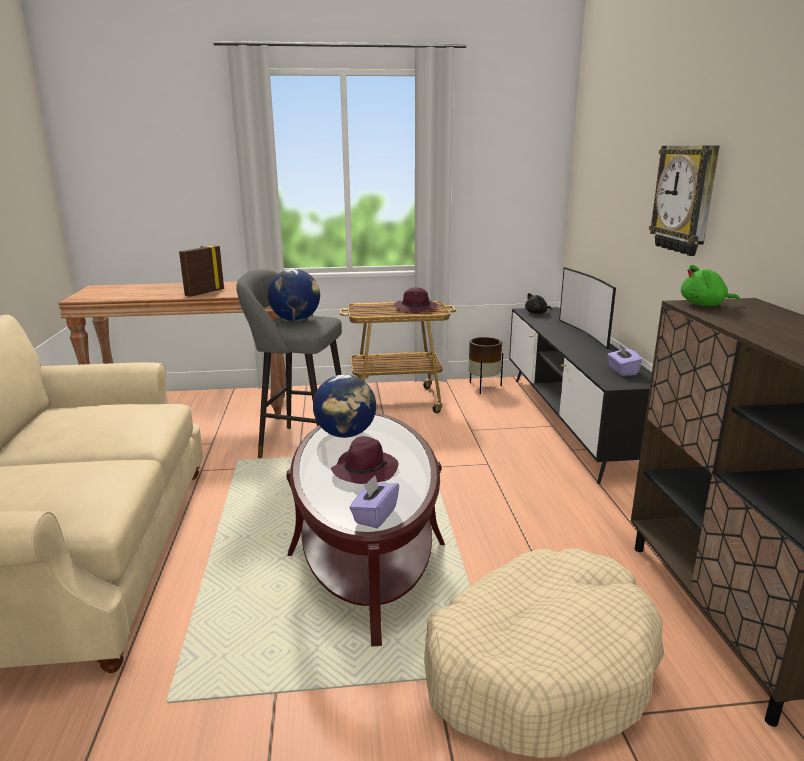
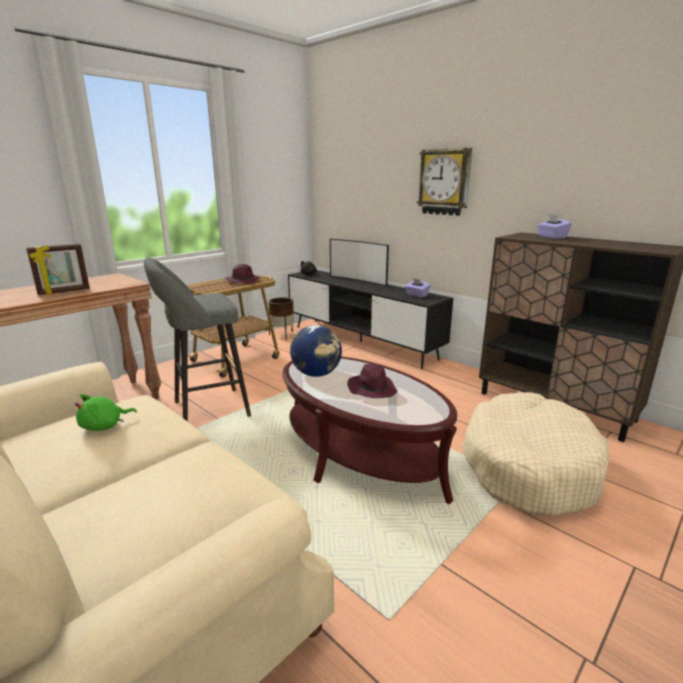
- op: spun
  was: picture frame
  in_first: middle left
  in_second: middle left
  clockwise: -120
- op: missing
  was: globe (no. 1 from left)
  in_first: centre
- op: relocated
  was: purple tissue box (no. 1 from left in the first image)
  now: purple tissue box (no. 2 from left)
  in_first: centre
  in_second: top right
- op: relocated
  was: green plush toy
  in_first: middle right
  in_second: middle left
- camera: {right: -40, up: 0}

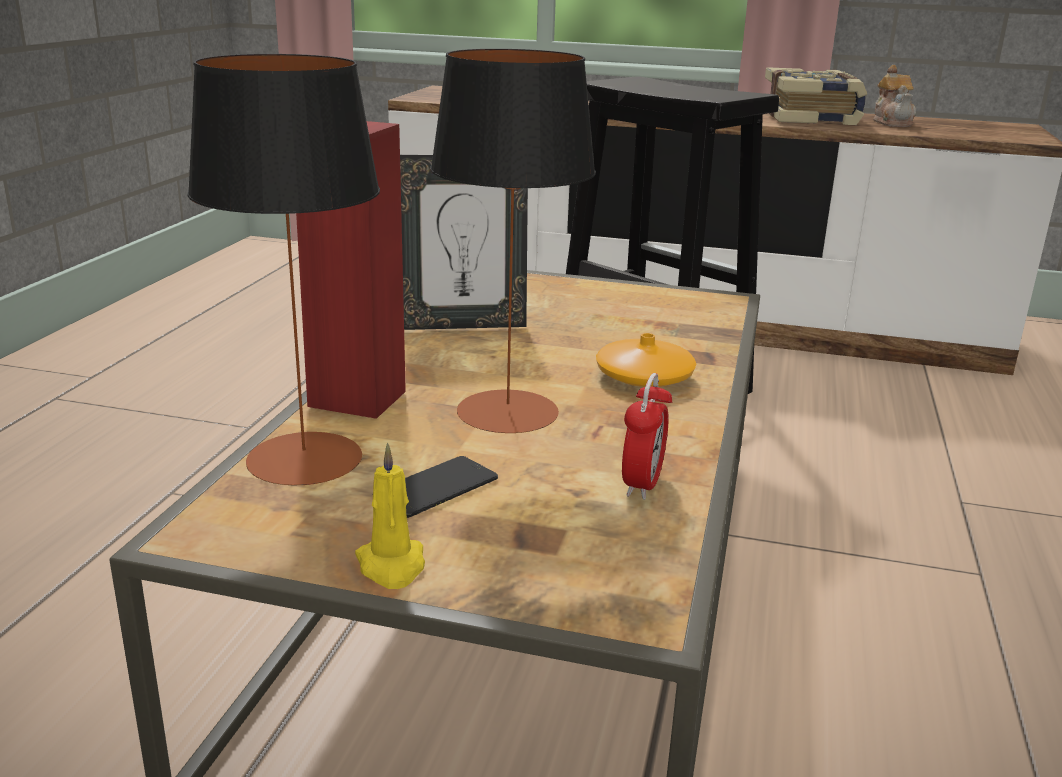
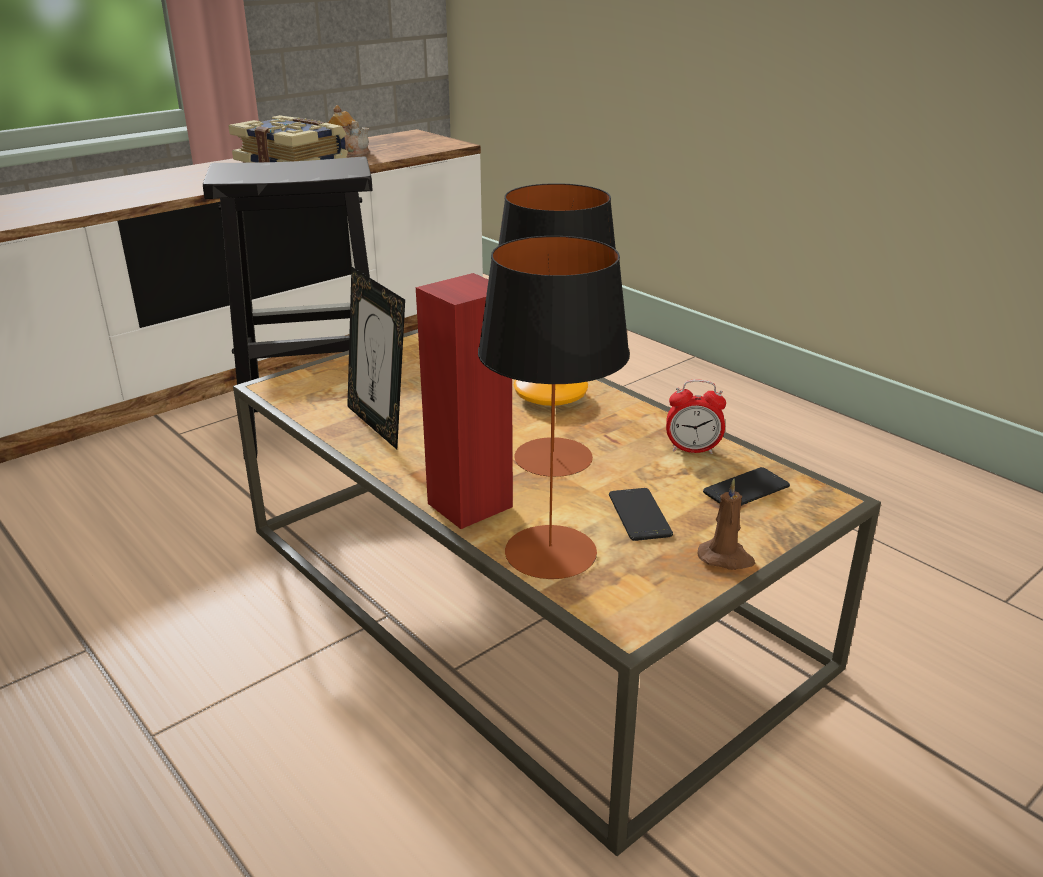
- op: colour
  was: yellow candle
  now: brown candle
  in_first: centre
  in_second: middle right
- op: spun
  was: picture frame
  in_first: top centre
  in_second: centre
  clockwise: 120
- op: spun
  was: alarm clock
  in_first: centre
  in_second: middle right
  clockwise: 135
- op: appeared
  now: phone (no. 2 from left)
  in_second: middle right
- camera: {right: -55, up: 5}

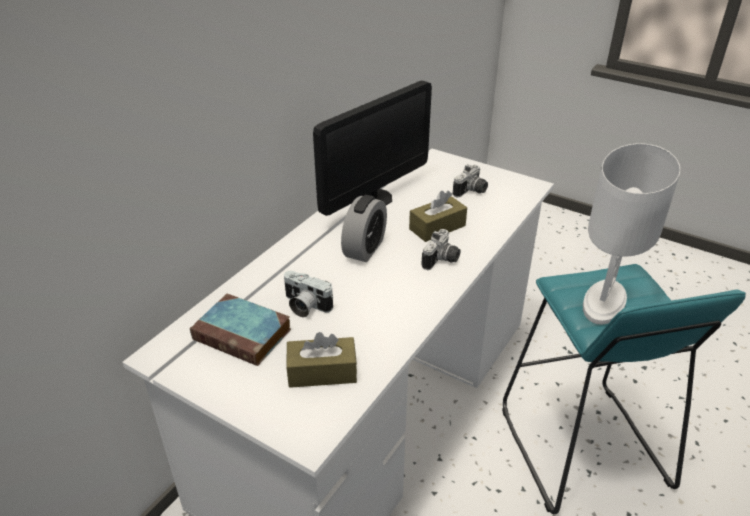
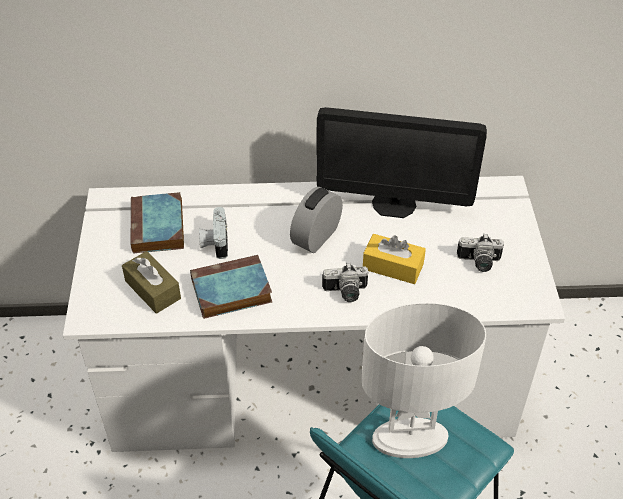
- op: spun
  was: alarm clock
  in_first: centre
  in_second: centre
  clockwise: 135
- op: colour
  was: brown tissue box (no. 2 from left)
  now: yellow tissue box
  in_first: centre
  in_second: centre
- op: appeared
  now: book (no. 2 from left)
  in_second: centre
- camera: {right: 55, up: 10}

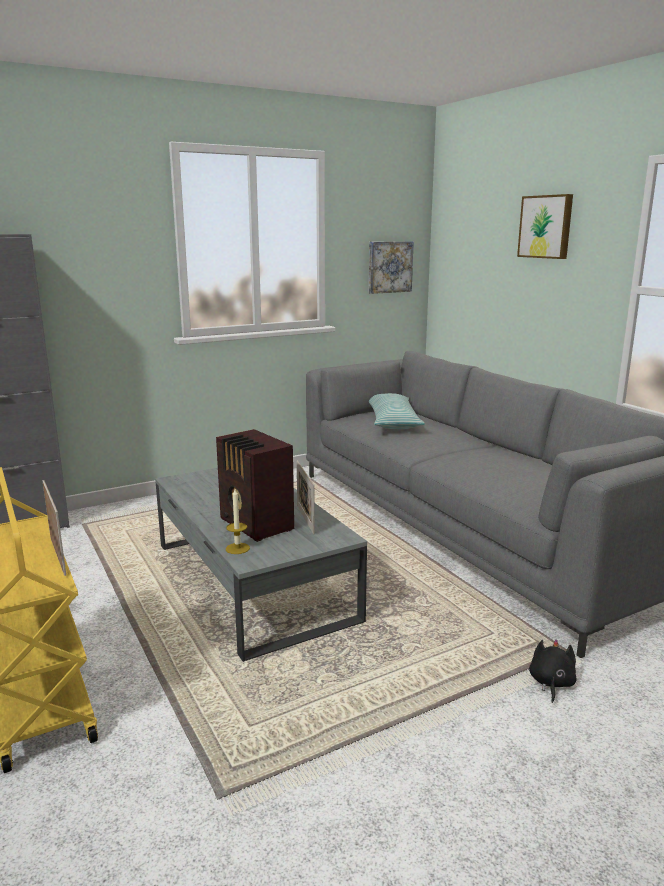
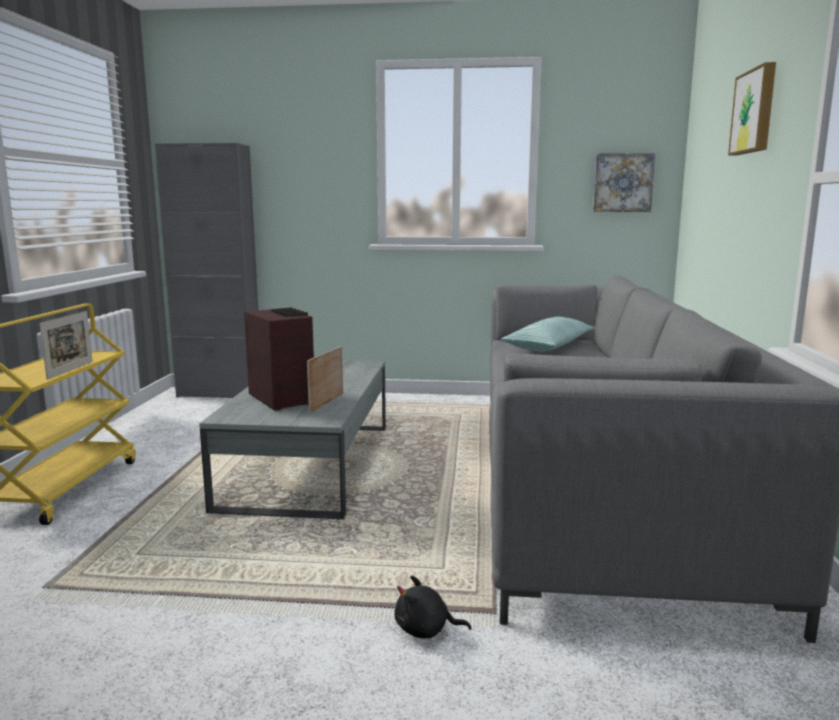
- op: spun
  was: radio
  in_first: centre
  in_second: middle left
  clockwise: 150
- op: missing
  was: candle
  in_first: centre
- op: spun
  was: black plush toy
  in_first: bottom right
  in_second: bottom centre
  clockwise: -135
- camera: {right: 35, up: -5}

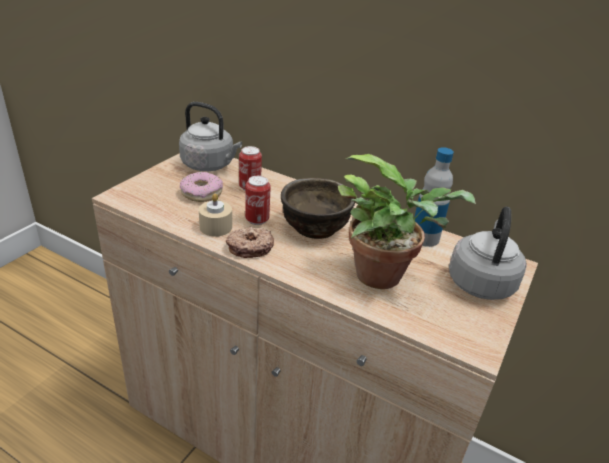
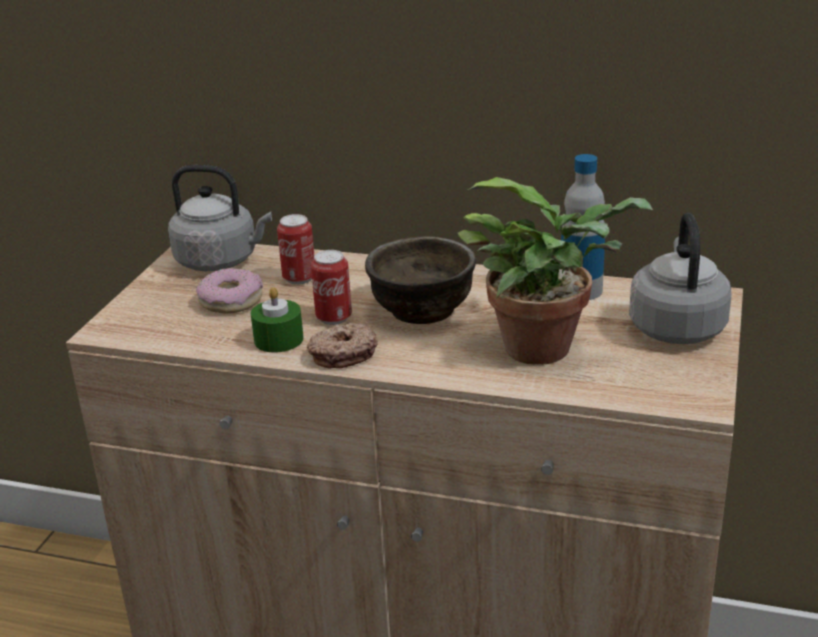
- op: colour
  was: beige candle
  now: green candle
  in_first: centre
  in_second: centre
- camera: {right: -10, up: -5}

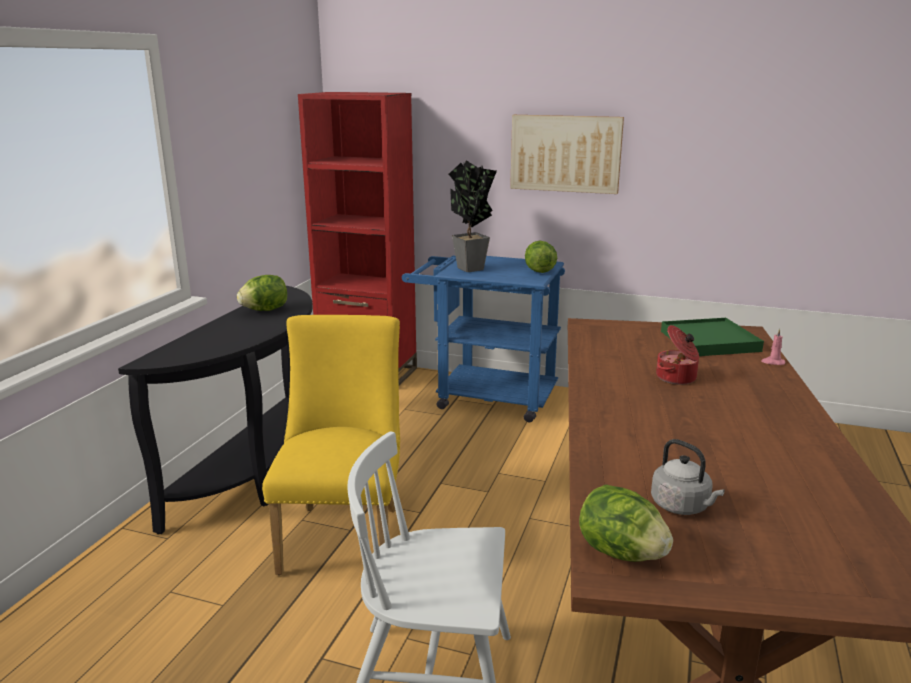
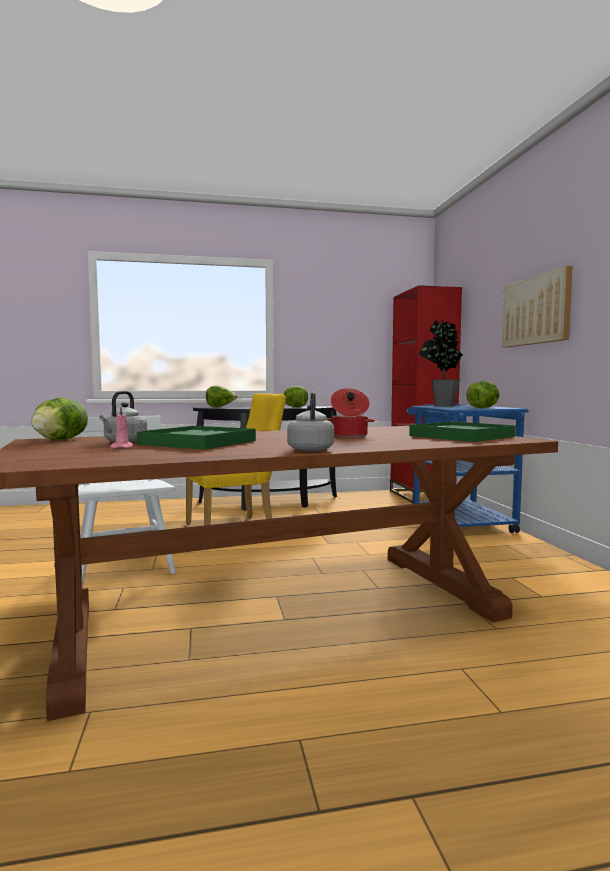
- op: relocated
  was: pink candle
  in_first: middle right
  in_second: middle left
- op: appeared
  now: green tray (no. 1 from left)
  in_second: middle left
- op: appeared
  now: lettuce (no. 2 from left)
  in_second: centre
- op: appeared
  now: grey kettle (no. 2 from left)
  in_second: centre
- camera: {right: 60, up: -15}

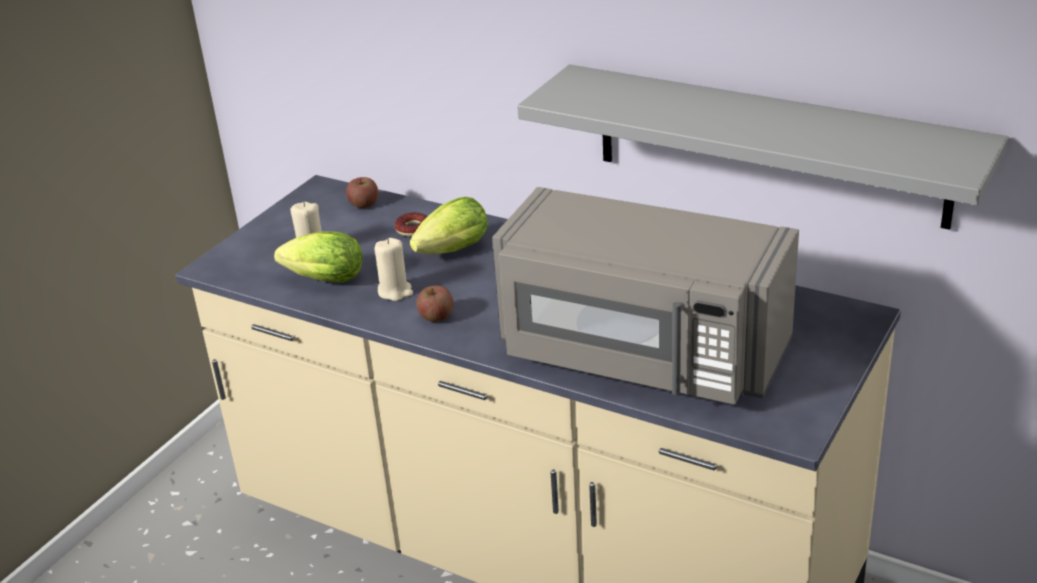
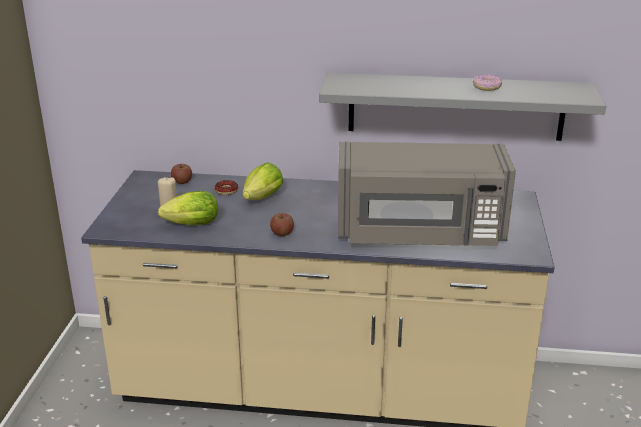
- op: missing
  was: beige candle (no. 2 from left)
  in_first: centre
- op: appeared
  now: donut (no. 2 from left)
  in_second: top right
- camera: {right: -25, up: -5}

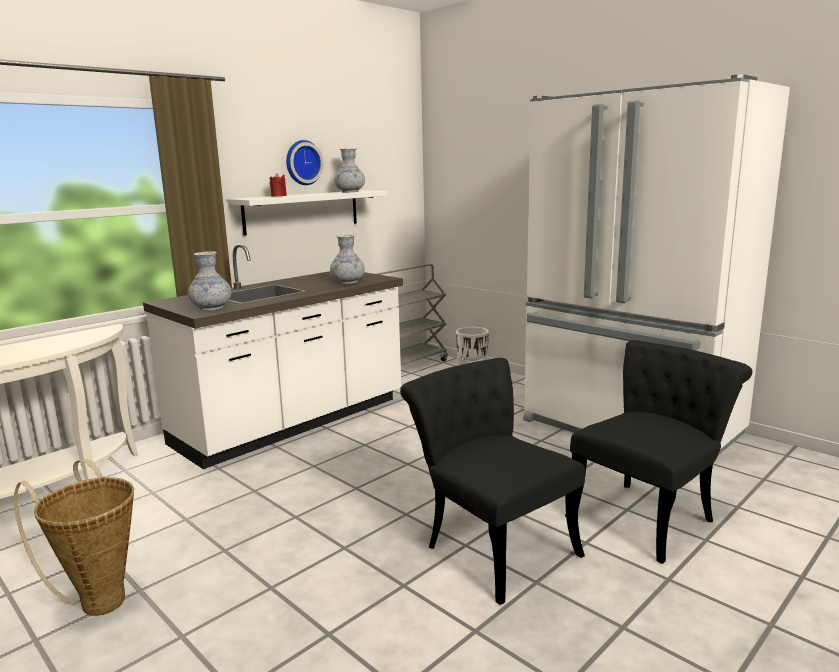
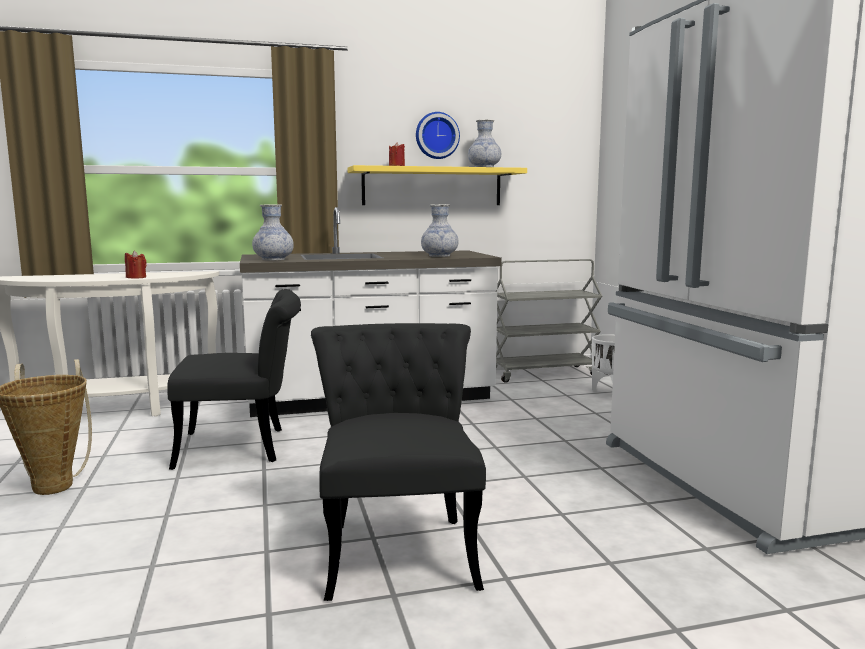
- op: colour
  was: white shelf
  now: yellow shelf
  in_first: top centre
  in_second: top centre
- op: relocated
  was: black chair (no. 2 from left in the first image)
  now: black chair (no. 1 from left)
  in_first: bottom right
  in_second: middle left
- op: appeared
  now: red candle (no. 1 from left)
  in_second: middle left
- camera: {right: 30, up: -5}

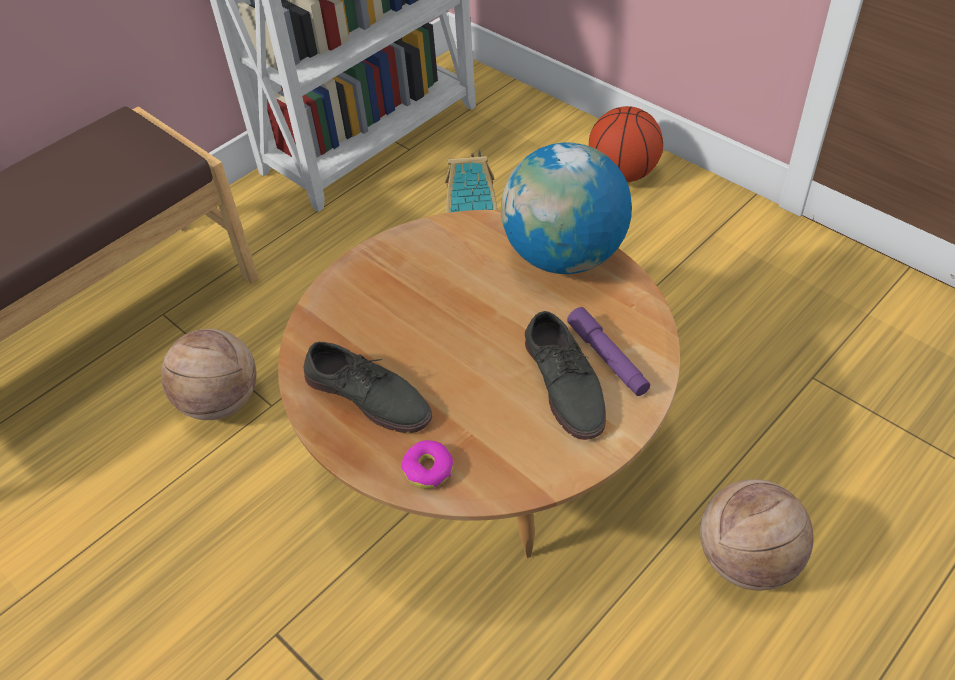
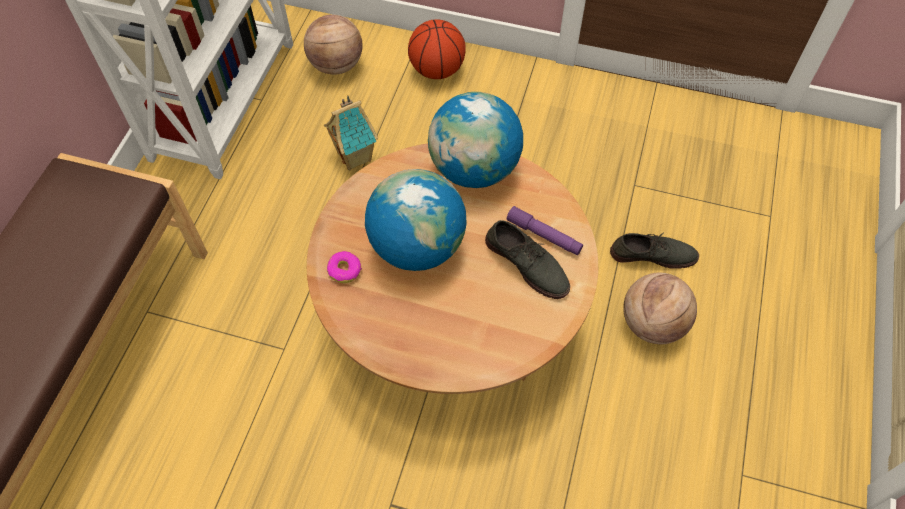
- op: relocated
  was: basketball (no. 1 from left)
  in_first: middle left
  in_second: top centre
- op: relocated
  was: grey shoe (no. 1 from left in the first image)
  now: grey shoe (no. 2 from left)
  in_first: centre
  in_second: middle right
- op: relocated
  was: donut
  in_first: bottom centre
  in_second: centre
- op: appeared
  now: globe (no. 1 from left)
  in_second: centre
- camera: {right: -30, up: 10}

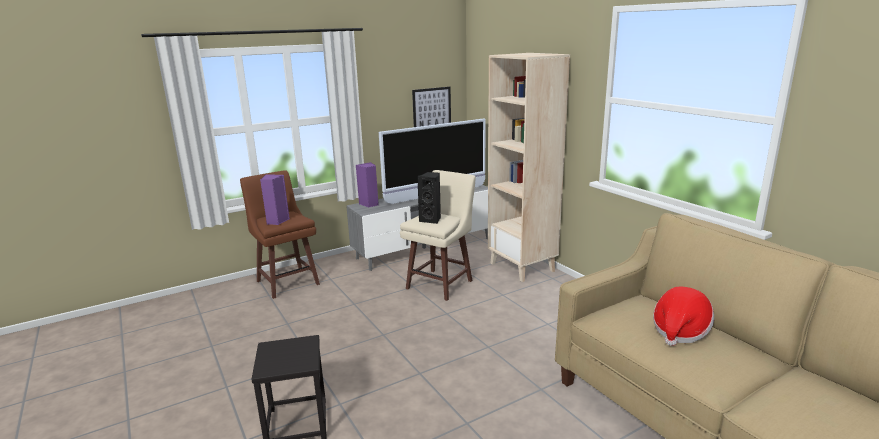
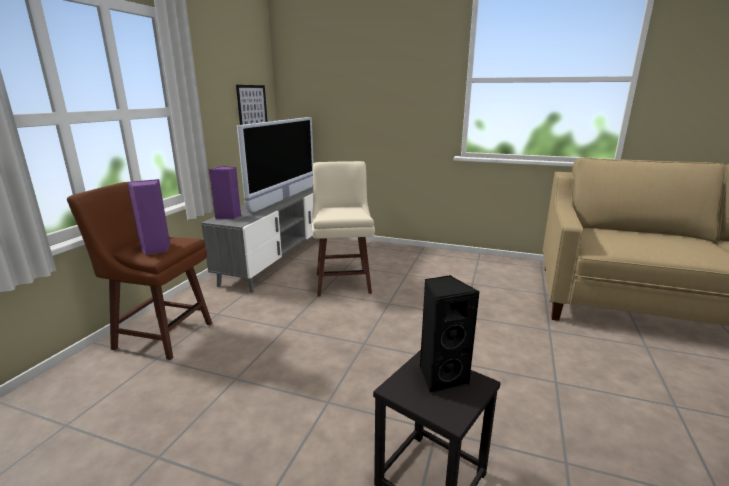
- op: relocated
  was: black speaker
  in_first: centre
  in_second: bottom centre
- op: missing
  was: beige bookcase
  in_first: centre
- op: missing
  was: hat
  in_first: bottom right
- camera: {right: -40, up: 0}

